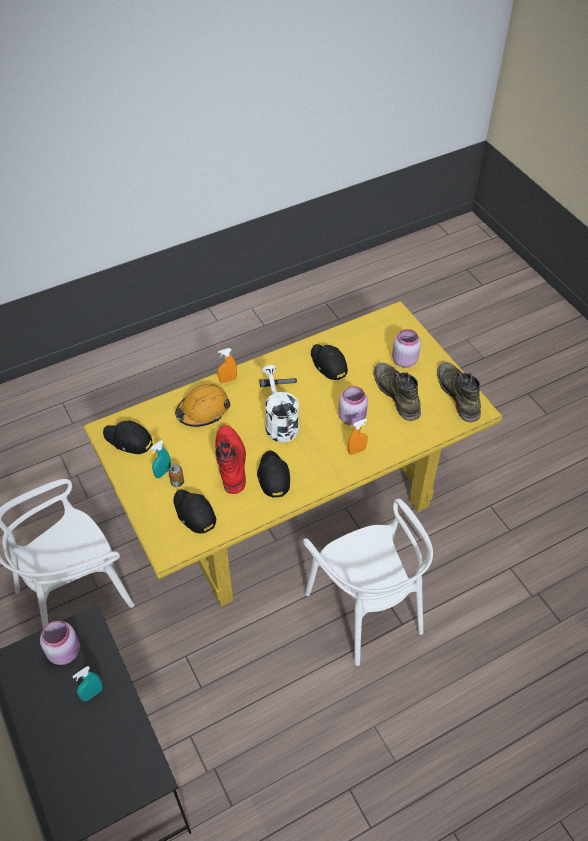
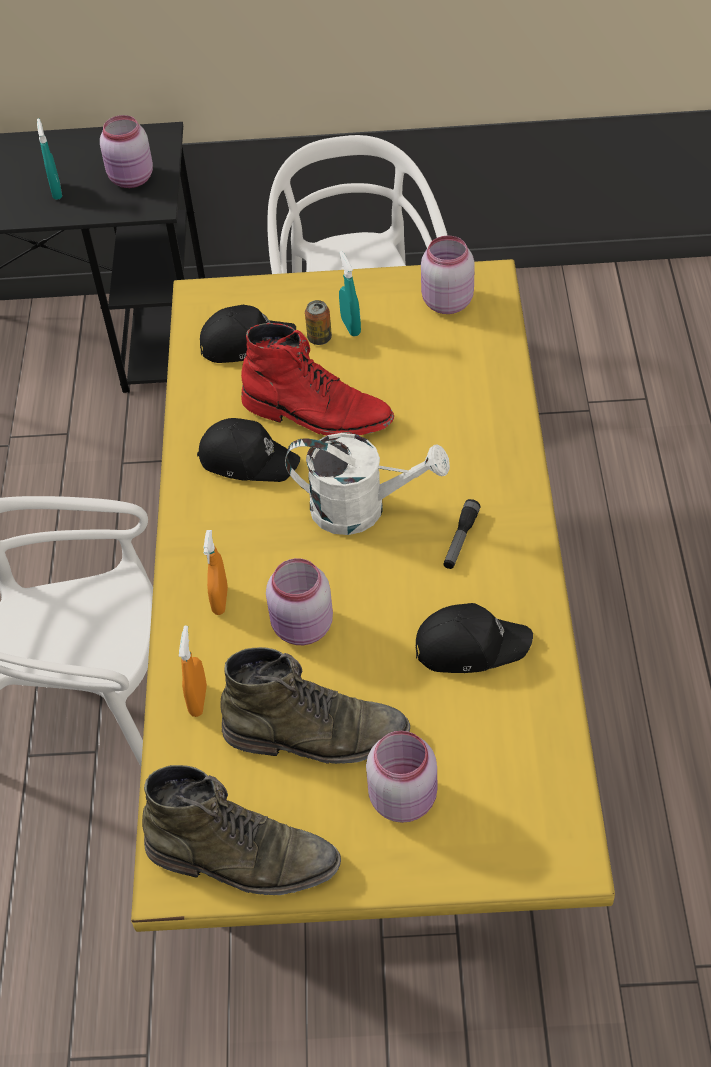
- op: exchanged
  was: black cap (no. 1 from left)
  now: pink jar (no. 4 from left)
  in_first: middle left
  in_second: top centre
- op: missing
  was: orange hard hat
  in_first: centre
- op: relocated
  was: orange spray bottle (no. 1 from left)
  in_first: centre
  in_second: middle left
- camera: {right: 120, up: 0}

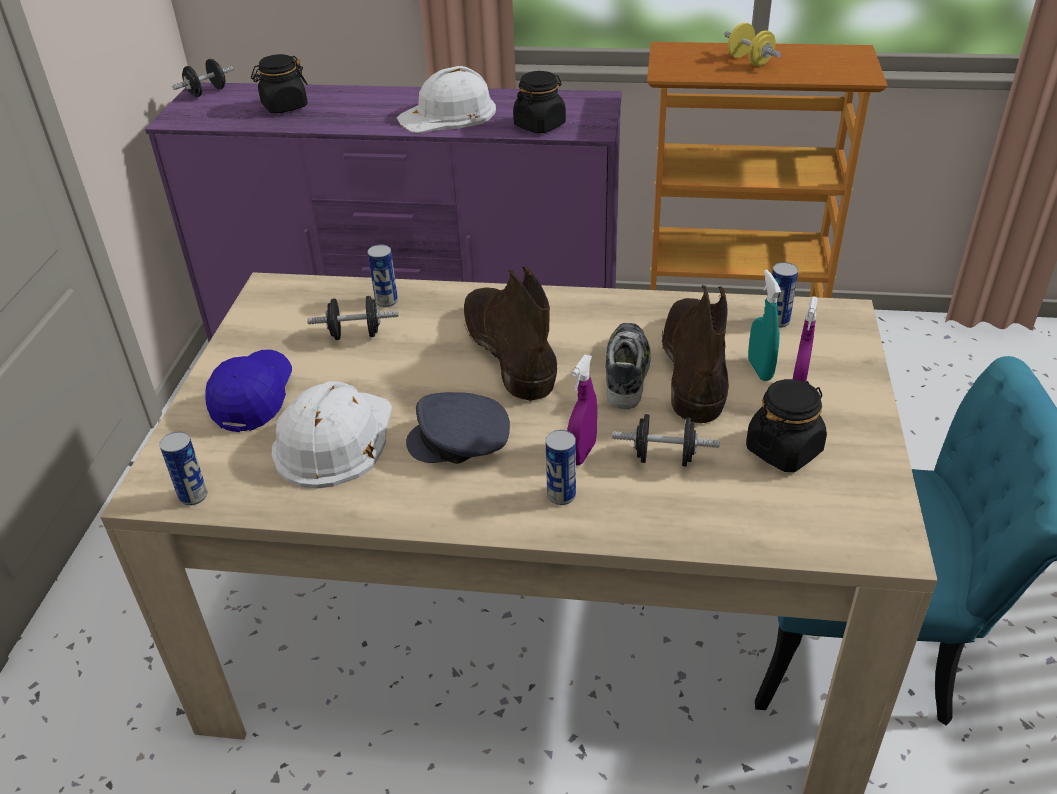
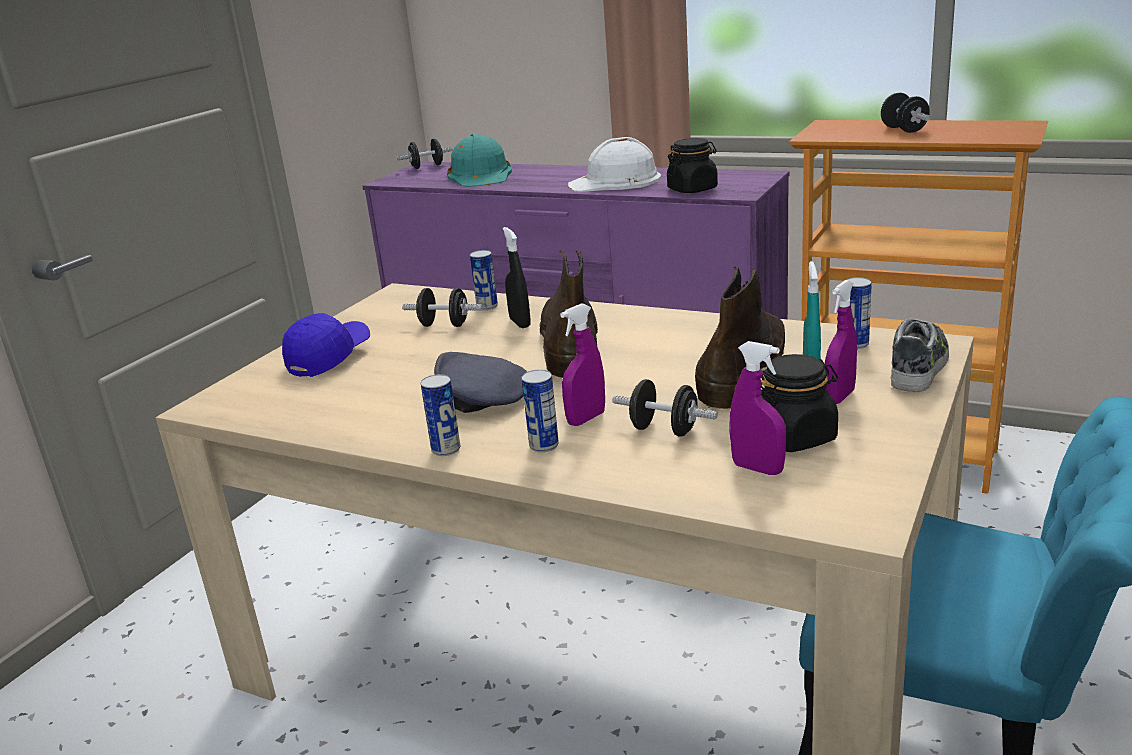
- op: relocated
  was: can (no. 1 from left)
  in_first: middle left
  in_second: centre
- op: exchanged
  was: black jar (no. 1 from left)
  now: turquoise hard hat
  in_first: top left
  in_second: top centre
- op: missing
  was: white hard hat (no. 1 from left)
  in_first: middle left
- op: relocated
  was: shoe
  in_first: centre
  in_second: middle right
- op: colour
  was: yellow dumbbell
  now: black dumbbell (no. 4 from left)
  in_first: top right
  in_second: top right
- op: appeared
  now: black spray bottle
  in_second: centre
- op: appeared
  now: purple spray bottle (no. 2 from left)
  in_second: middle right
- camera: {right: 20, up: -15}

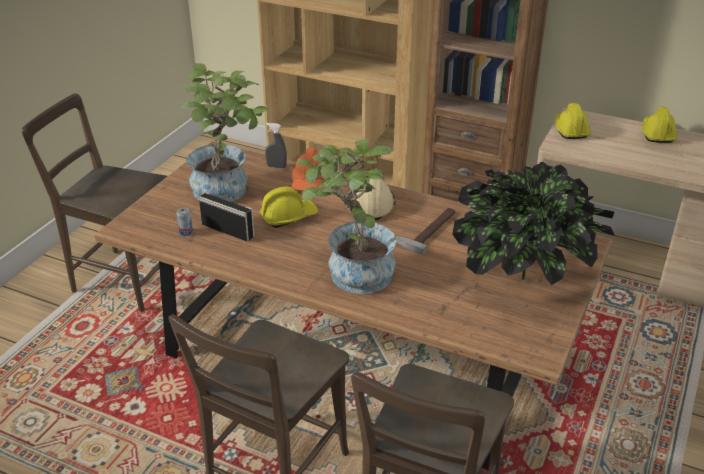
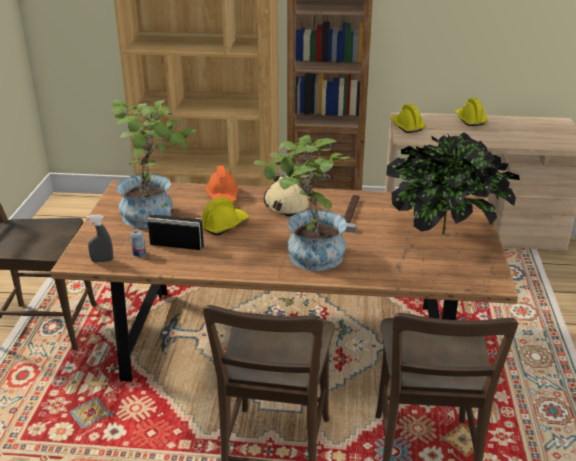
- op: relocated
  was: grey spray bottle
  in_first: top centre
  in_second: middle left
- camera: {right: -20, up: -5}

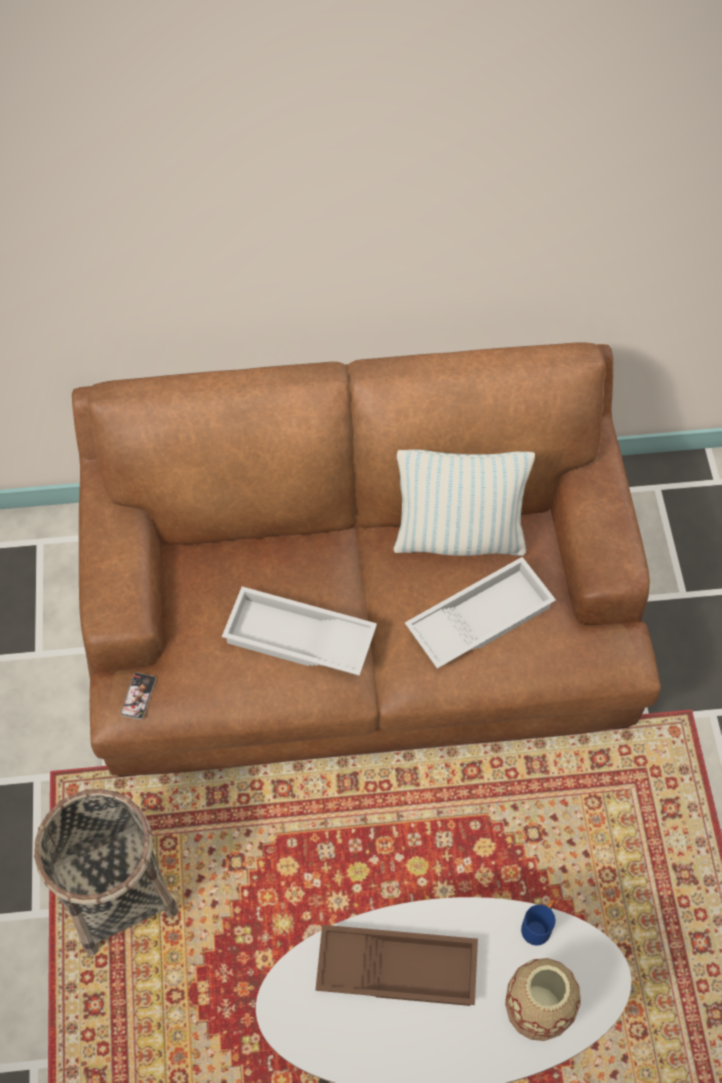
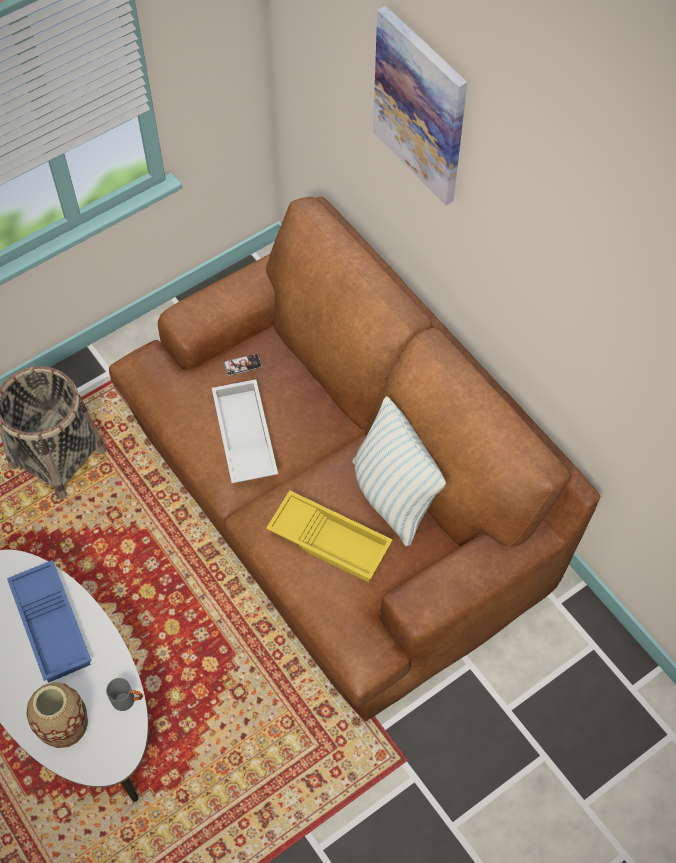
- op: relocated
  was: phone
  in_first: middle left
  in_second: centre
- op: colour
  was: brown tray
  now: blue tray
  in_first: bottom centre
  in_second: bottom left
- op: colour
  was: white tray (no. 2 from left)
  now: yellow tray
  in_first: centre
  in_second: centre
- op: colour
  was: blue mug
  now: grey mug
  in_first: bottom right
  in_second: bottom left
- op: appeared
  now: picture
  in_second: top centre
- camera: {right: 60, up: 0}

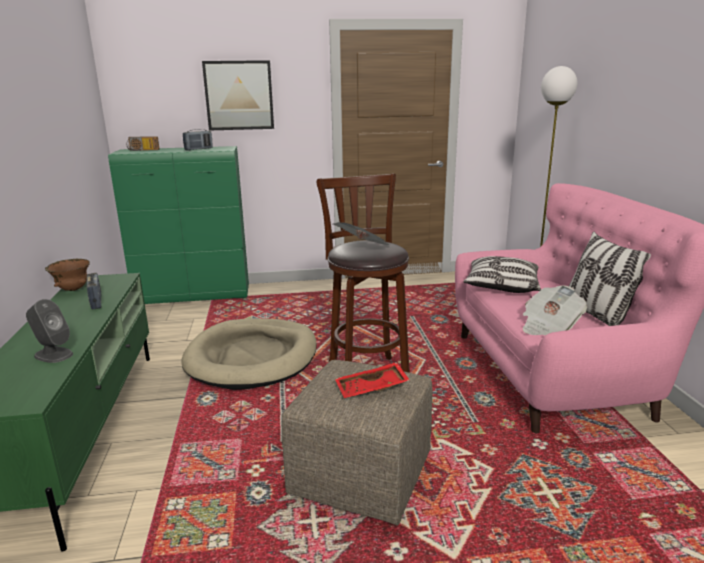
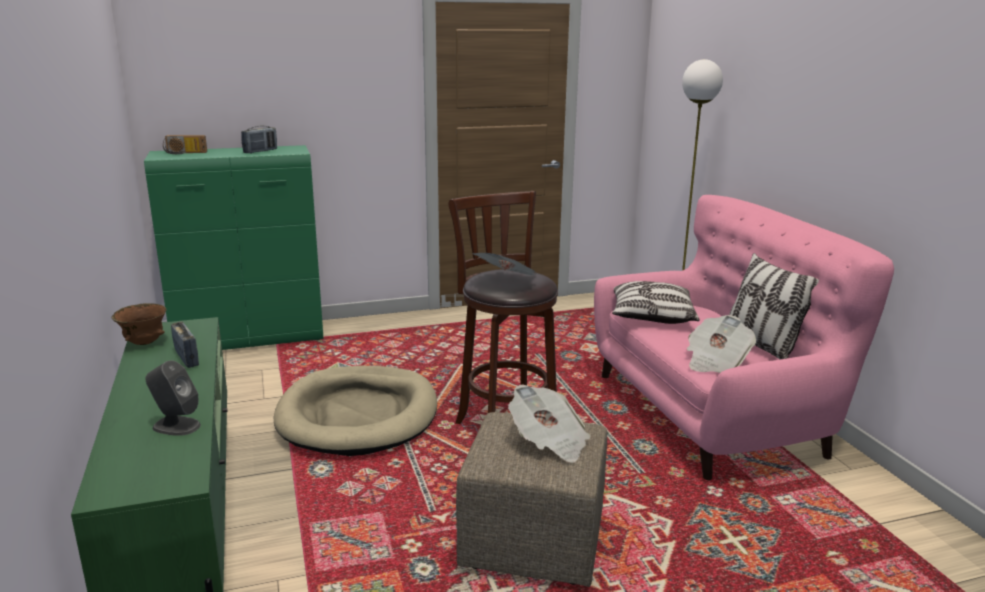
- op: missing
  was: picture
  in_first: top centre
- op: exchanged
  was: red tray
  now: newspaper (no. 2 from left)
  in_first: bottom centre
  in_second: bottom centre
- camera: {right: -10, up: 0}

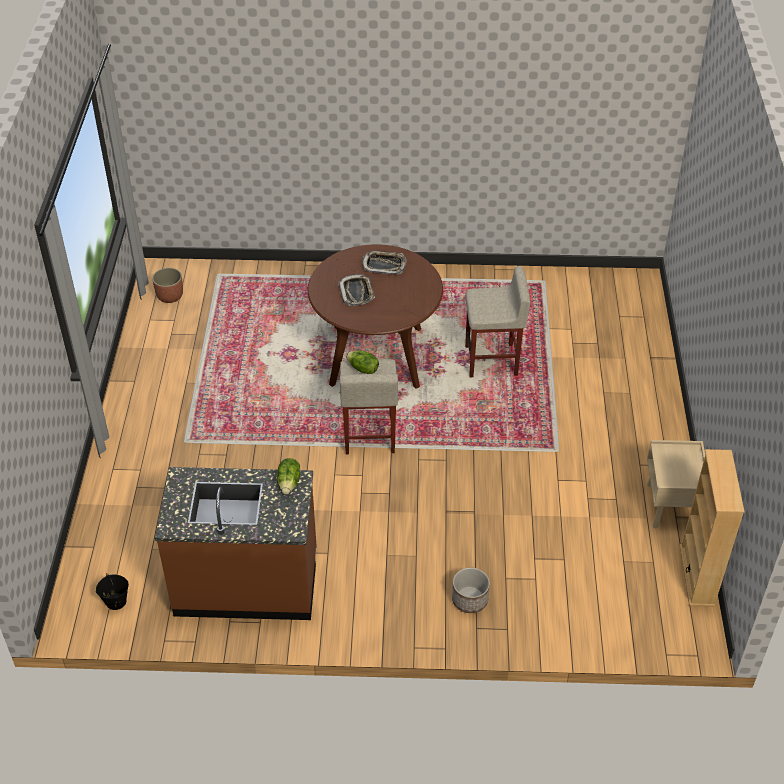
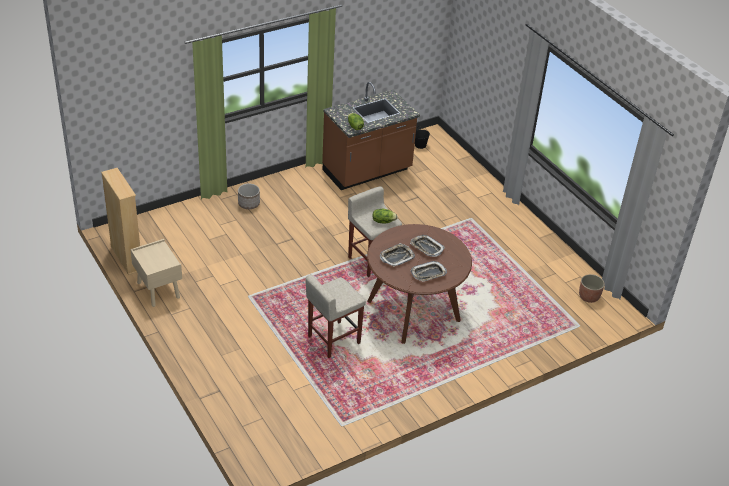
- op: appeared
  now: tray (no. 1 from left)
  in_second: centre
- camera: {right: 145, up: -5}

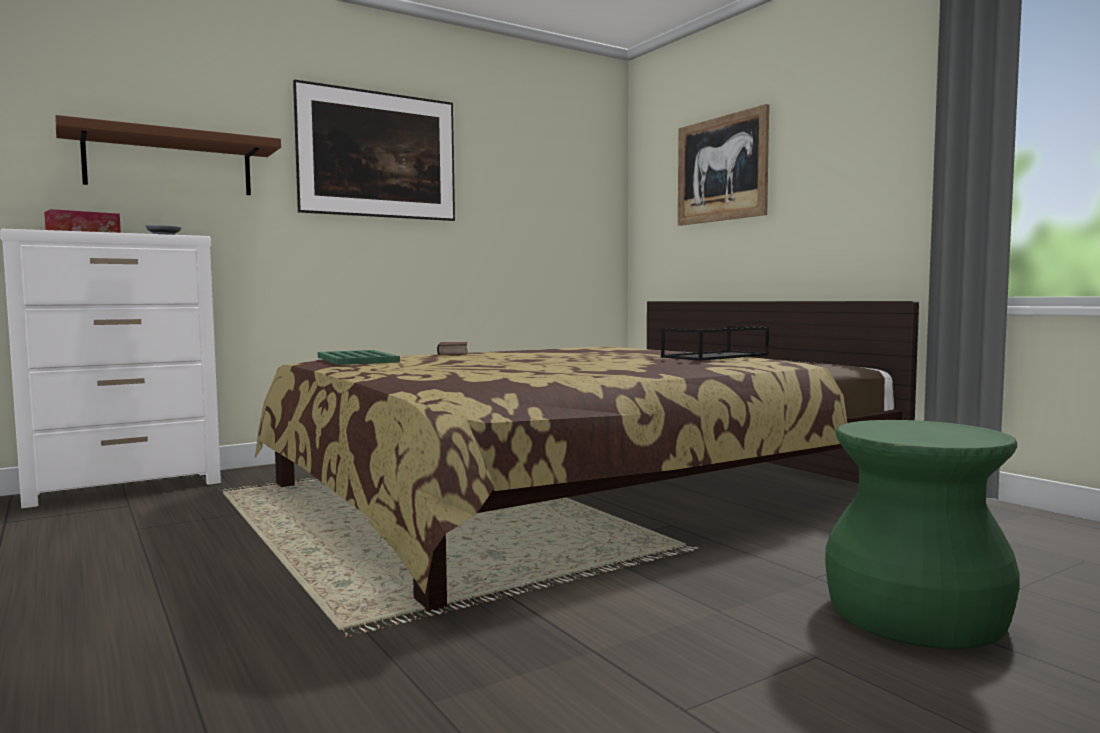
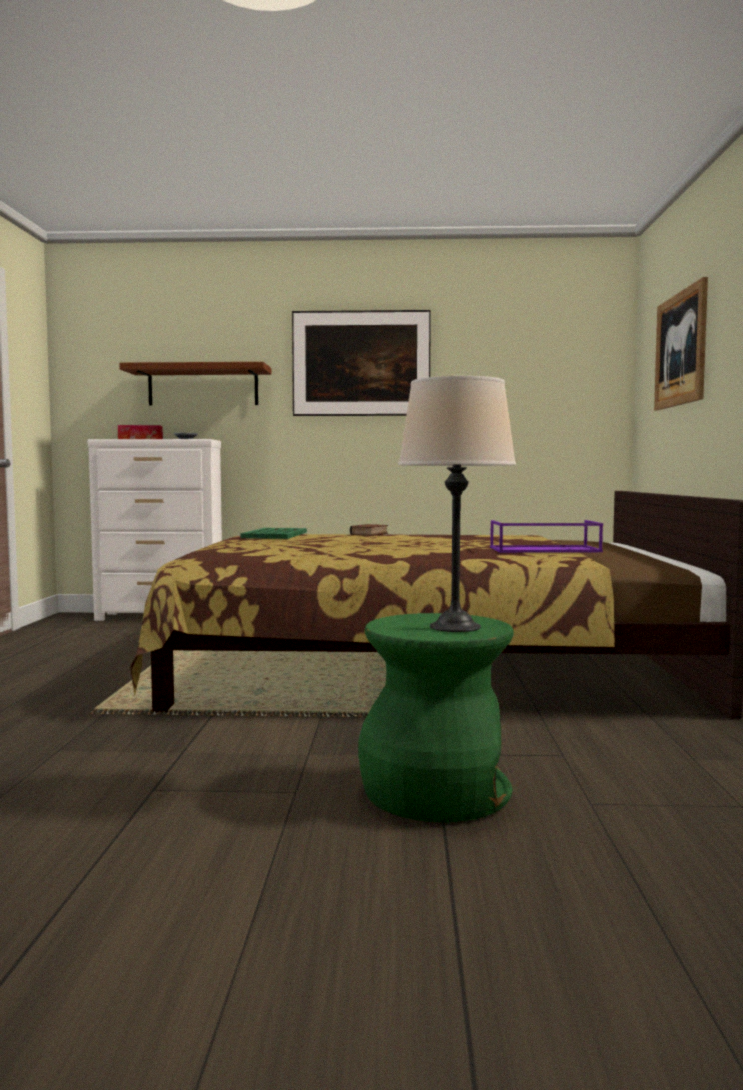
- op: colour
  was: black tray
  now: purple tray
  in_first: centre
  in_second: middle right
- op: appeared
  now: beige table lamp
  in_second: centre
- camera: {right: 35, up: 0}

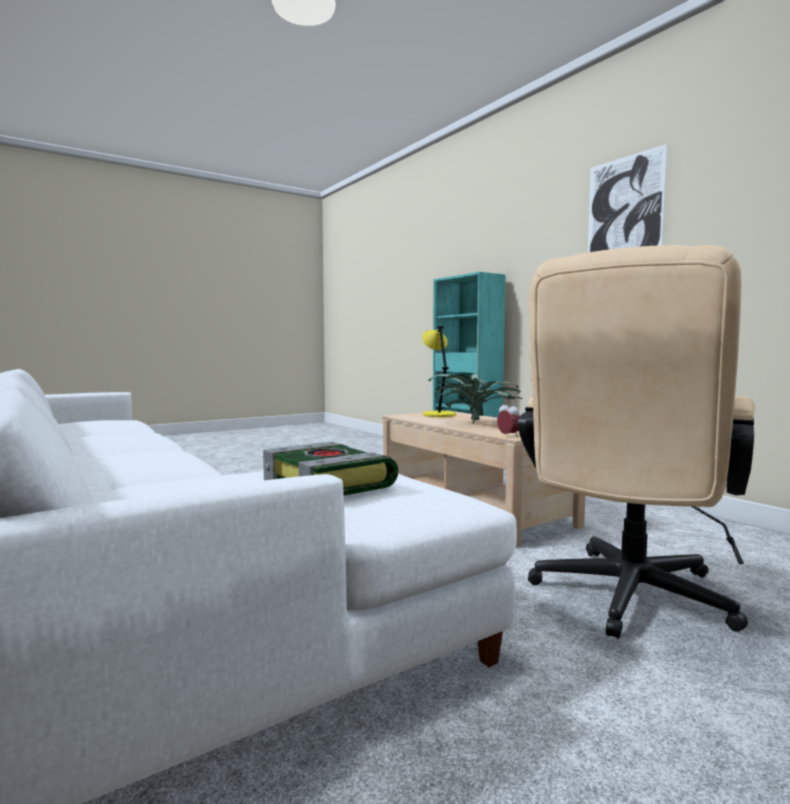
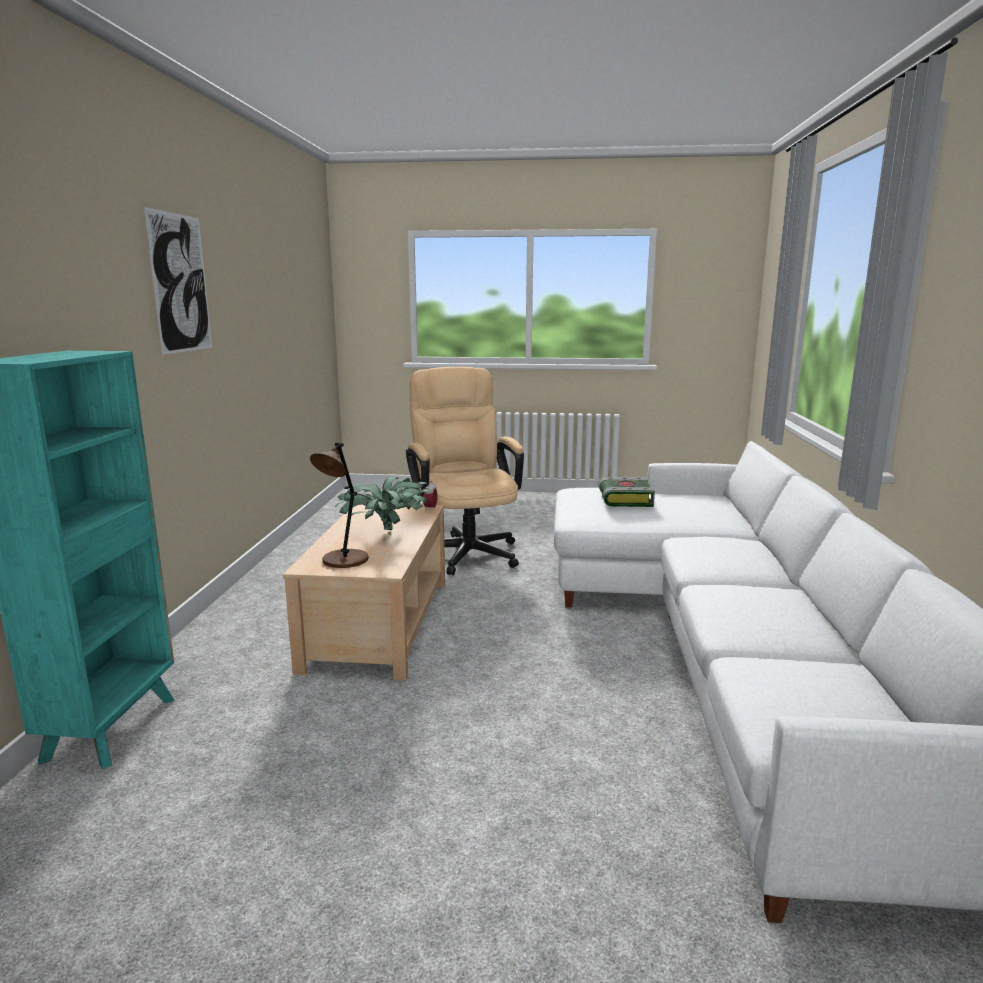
- op: colour
  was: yellow table lamp
  now: brown table lamp
  in_first: centre
  in_second: centre
- op: spun
  was: beige office chair
  in_first: middle right
  in_second: centre
  clockwise: -90
- camera: {right: -140, up: 10}

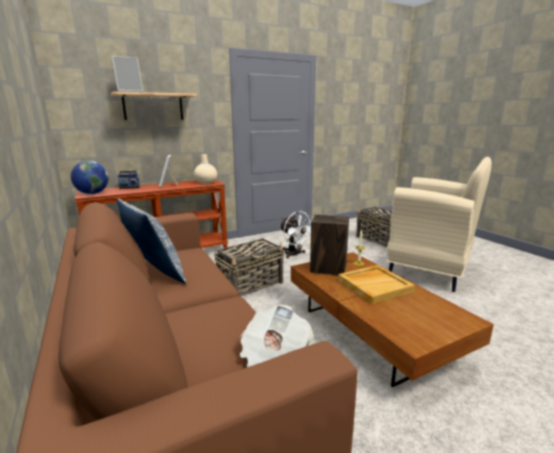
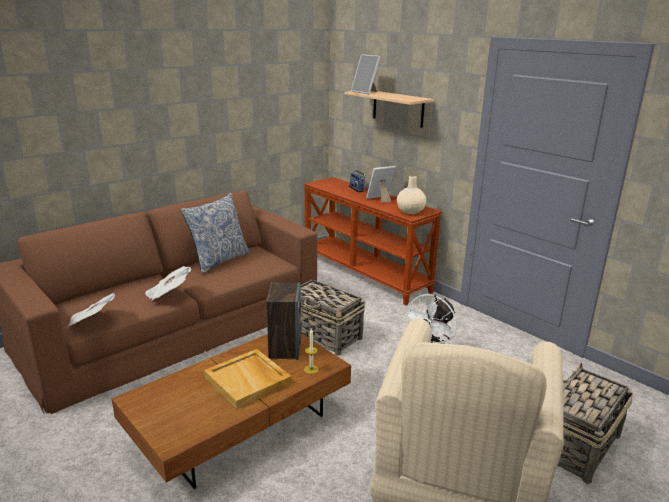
- op: missing
  was: globe
  in_first: middle left
- op: appeared
  now: newspaper (no. 2 from left)
  in_second: middle left
- camera: {right: 75, up: 5}

